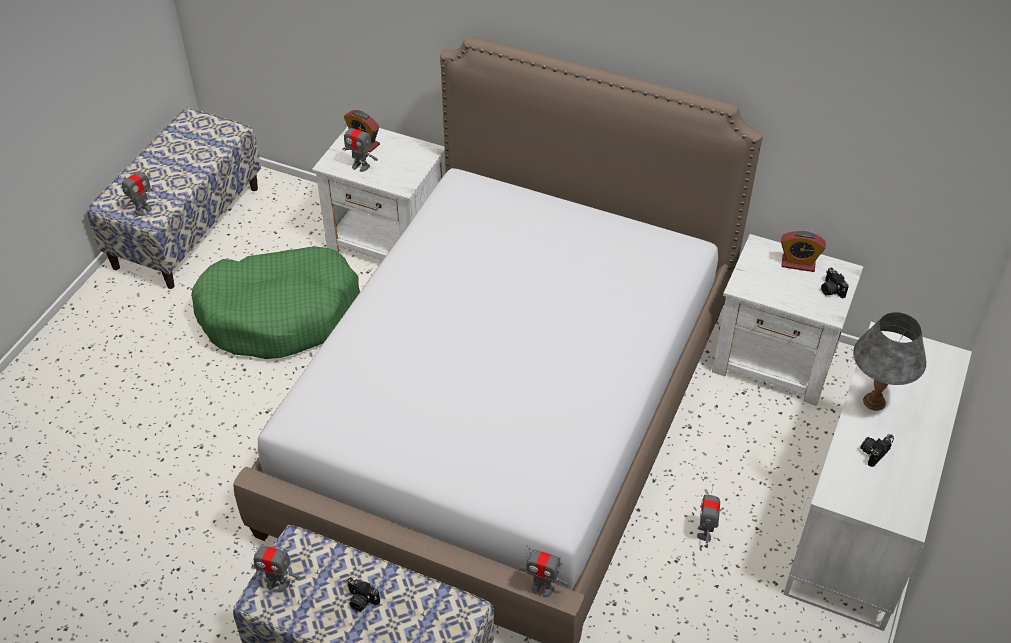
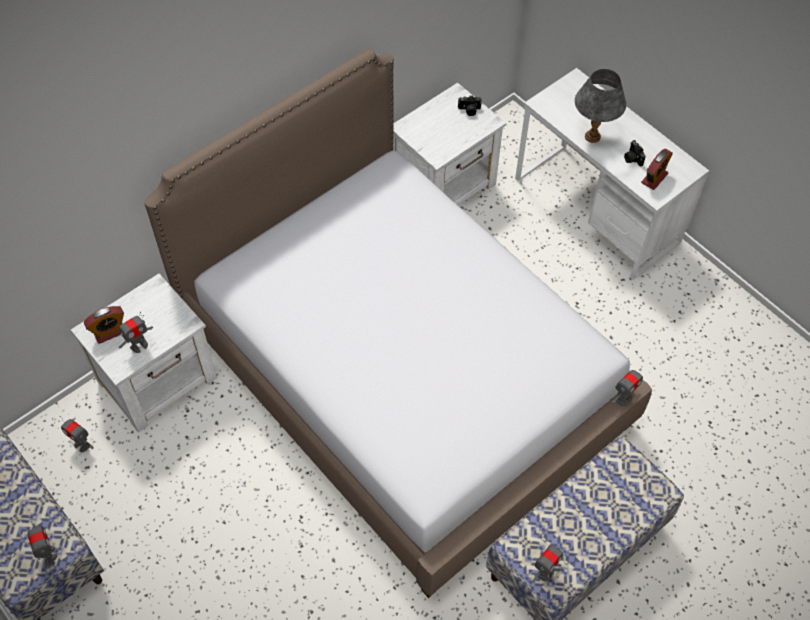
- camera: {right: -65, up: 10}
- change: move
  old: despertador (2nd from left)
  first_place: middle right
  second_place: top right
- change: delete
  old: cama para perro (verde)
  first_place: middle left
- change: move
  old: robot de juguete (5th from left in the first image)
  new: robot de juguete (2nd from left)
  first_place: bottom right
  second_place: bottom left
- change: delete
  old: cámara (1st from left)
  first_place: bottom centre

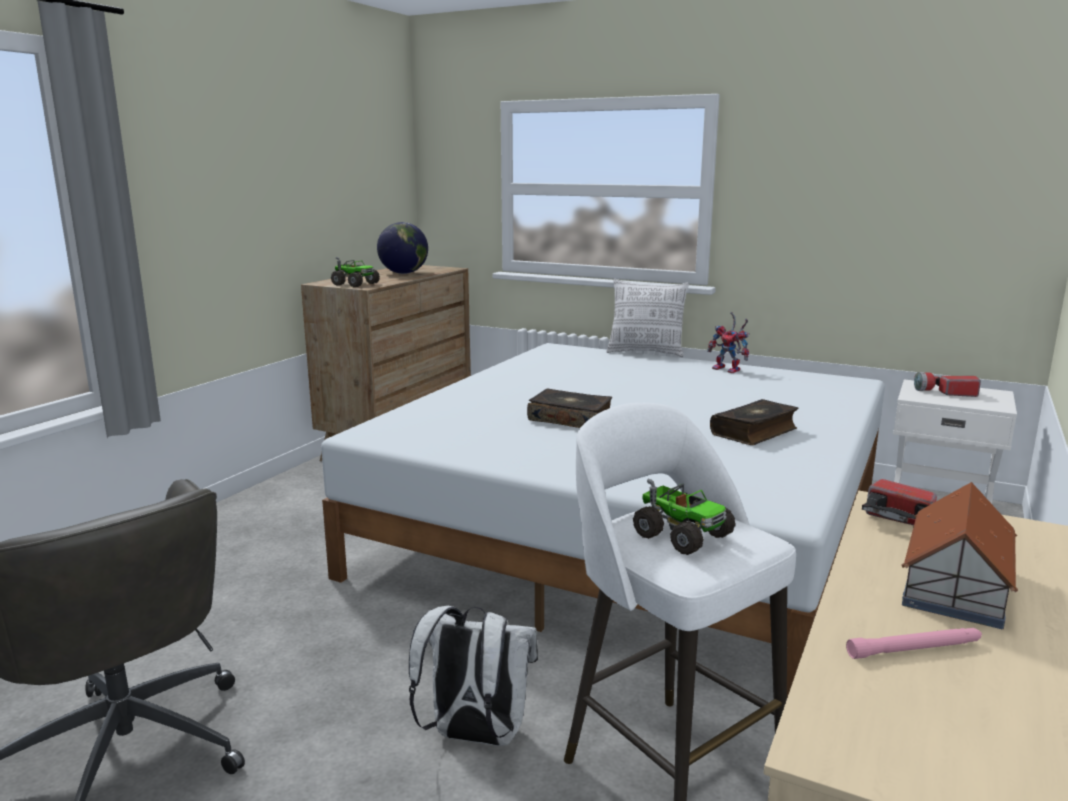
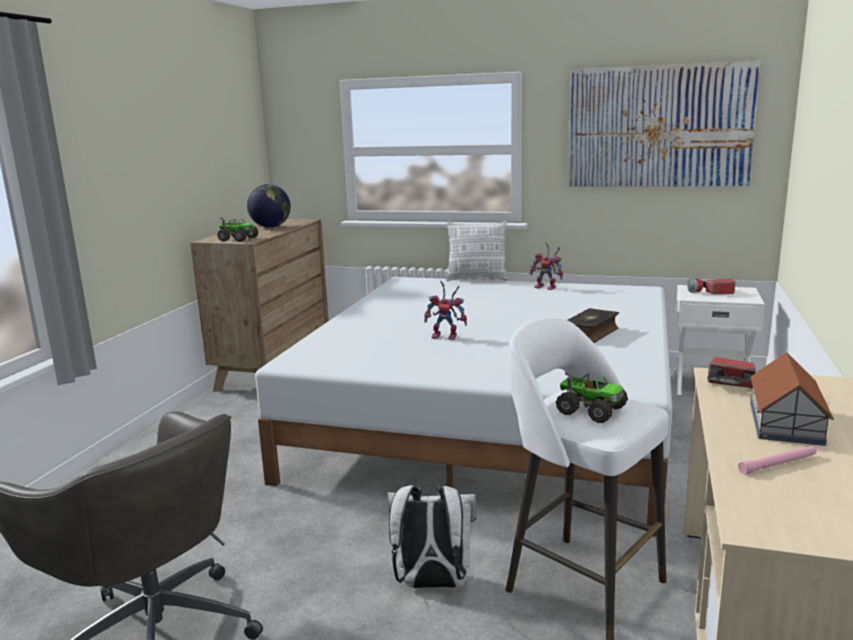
- camera: {right: -10, up: 0}
- change: replace
  old: libro (1st from left)
  new: robot de juguete (1st from left)
  first_place: centre
  second_place: centre
- change: insert
  new: cuadro
  second_place: top right

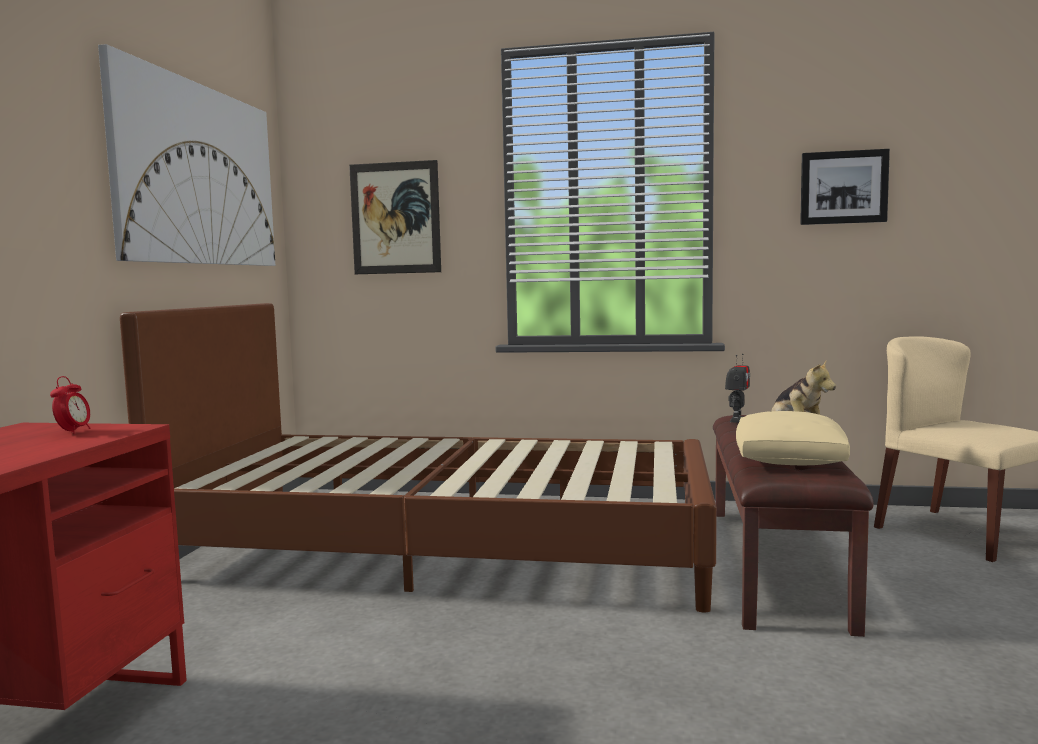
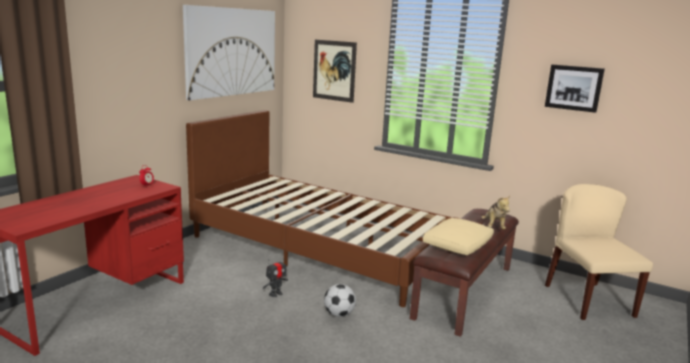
- camera: {right: 20, up: 10}
- change: move
  old: robot de juguete
  first_place: middle right
  second_place: bottom centre
- change: insert
  new: balón de fútbol
  second_place: bottom centre

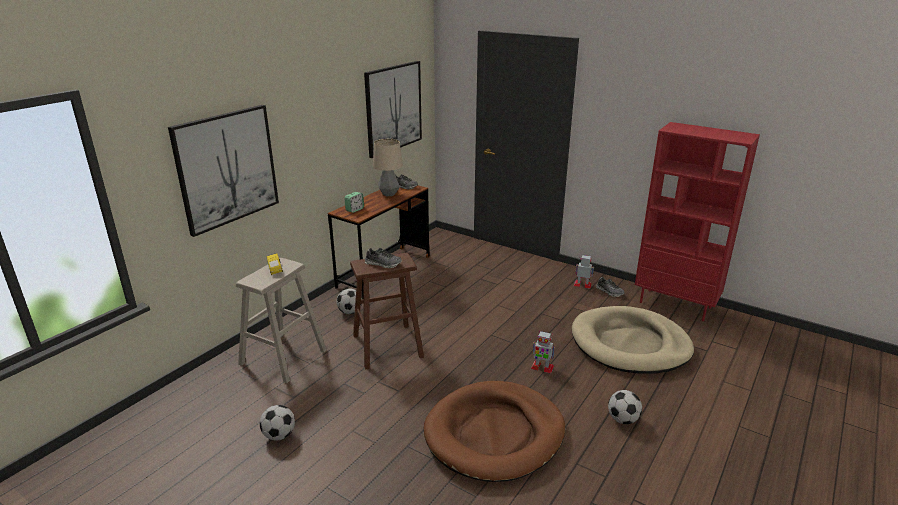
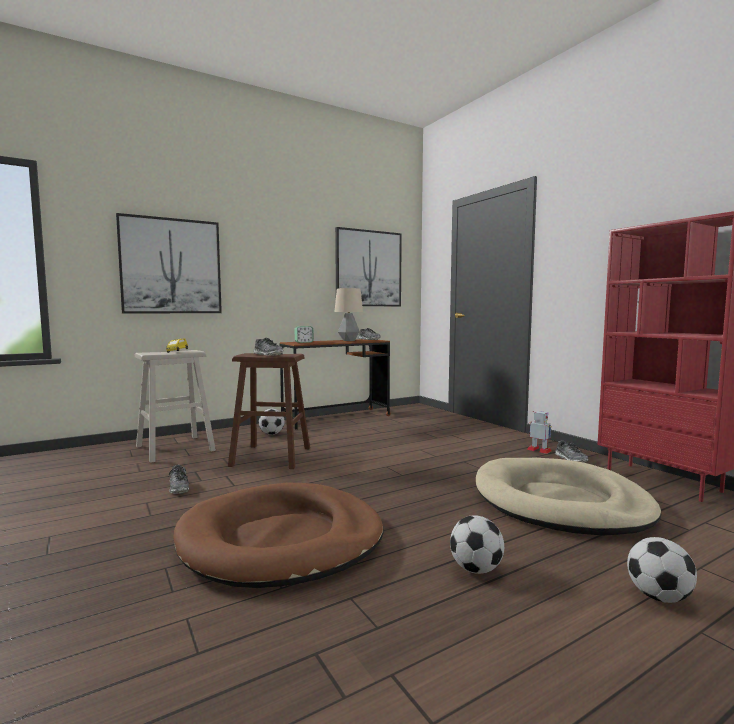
- camera: {right: 25, up: -20}
- change: delete
  old: robot de juguete (1st from left)
  first_place: bottom centre
- change: move
  old: balón de fútbol (1st from left in the first image)
  new: balón de fútbol (3rd from left)
  first_place: bottom left
  second_place: bottom right
- change: insert
  new: zapato (1st from left)
  second_place: middle left

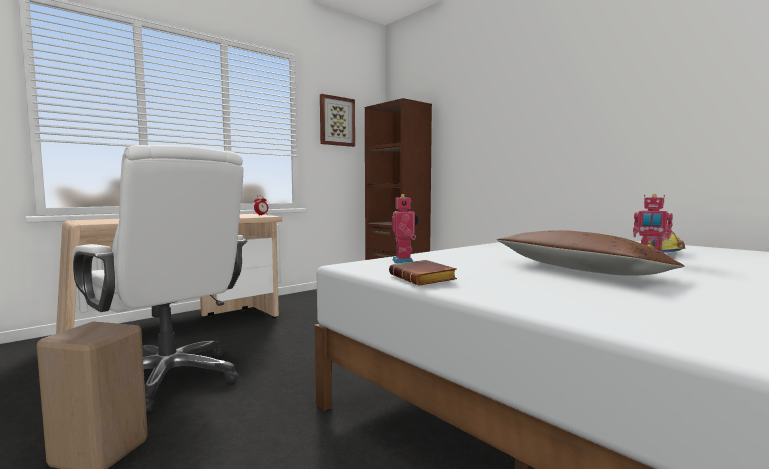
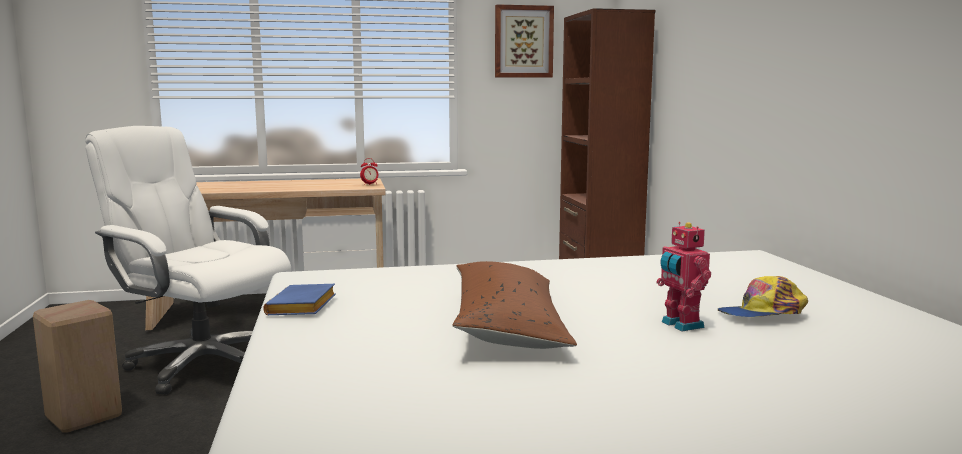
- camera: {right: 30, up: 5}
- change: rotate
  old: silla de oficina (blanco)
  first_place: middle left
  second_place: middle left
  degrees: 135
- change: delete
  old: robot de juguete (1st from left)
  first_place: centre
- change: recolor
  old: libro (marrón)
  new: libro (azul)
  first_place: centre
  second_place: middle left

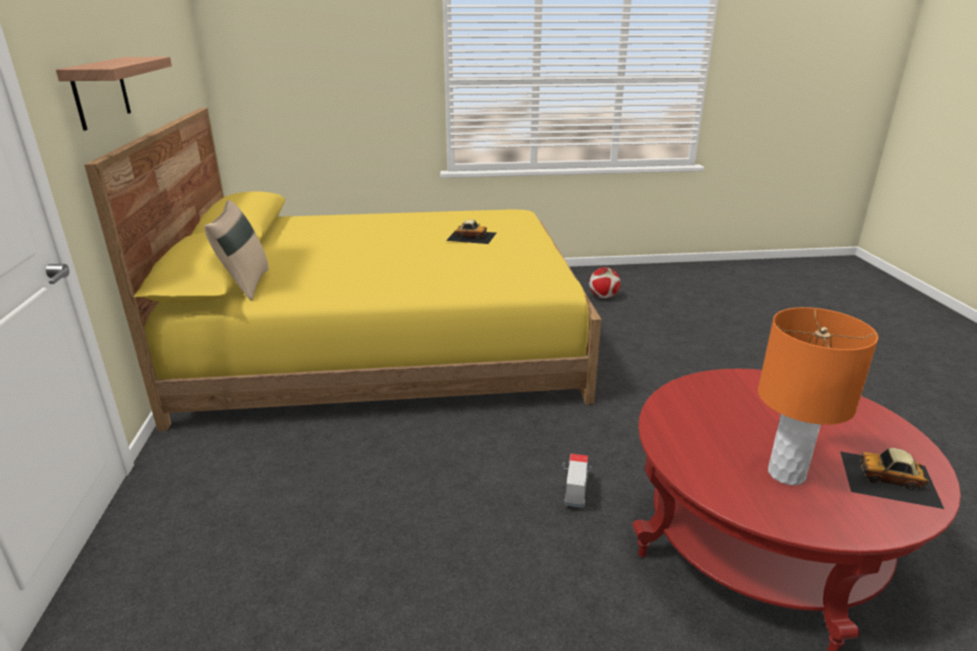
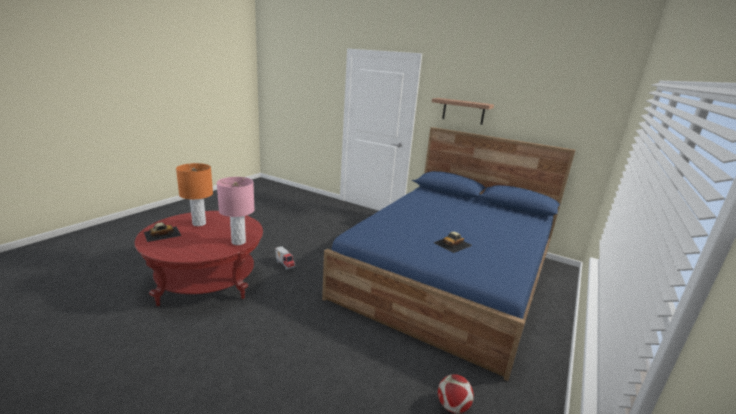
- camera: {right: 125, up: -5}
- change: recolor
  old: cama (amarillo)
  new: cama (azul)
  first_place: centre
  second_place: centre
- change: delete
  old: cojín (beis)
  first_place: middle left
- change: insert
  new: lámpara de mesa (rosa)
  second_place: middle left

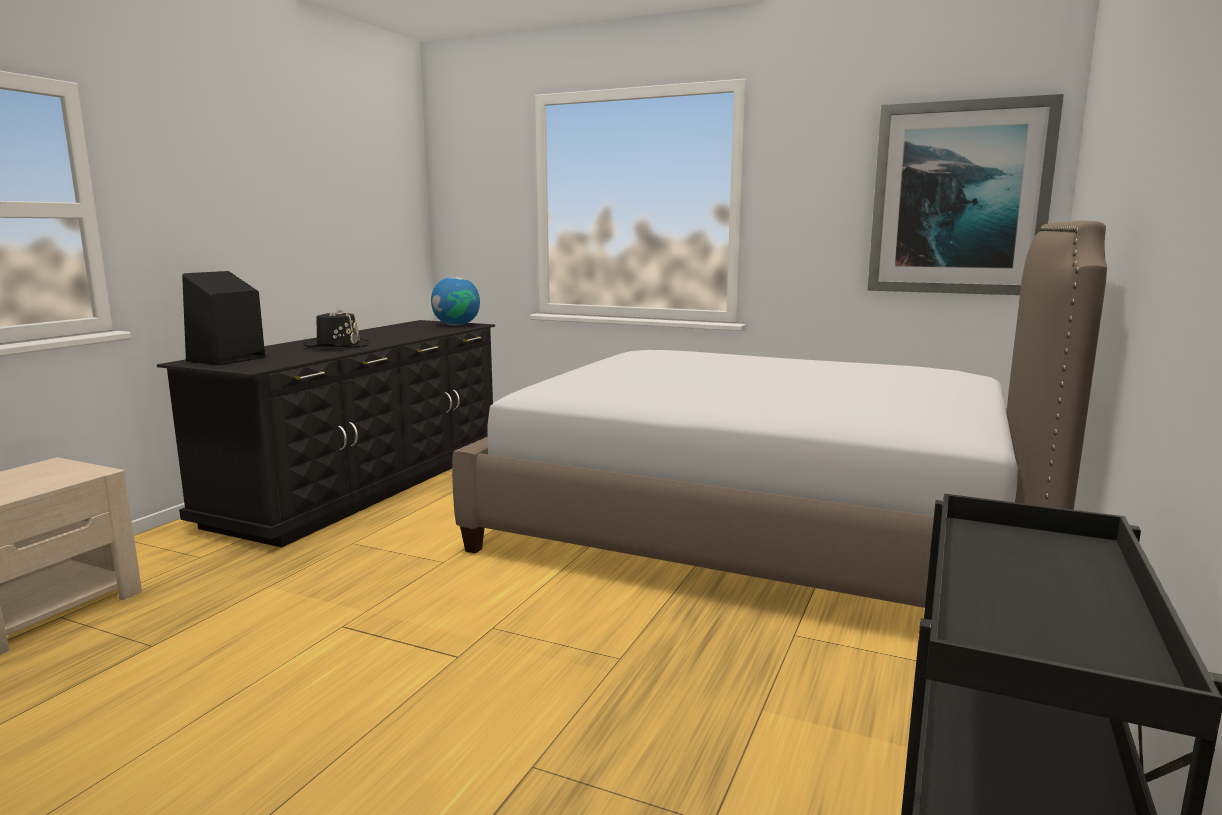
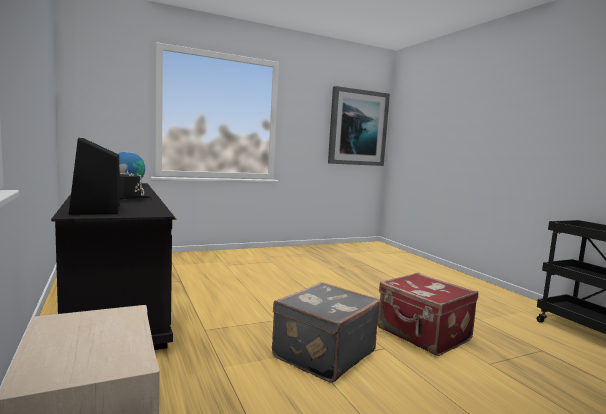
- camera: {right: -50, up: -5}
- change: delete
  old: cama
  first_place: centre
- change: insert
  new: maleta (rojo)
  second_place: bottom right
- change: insert
  new: maleta (gris)
  second_place: bottom centre

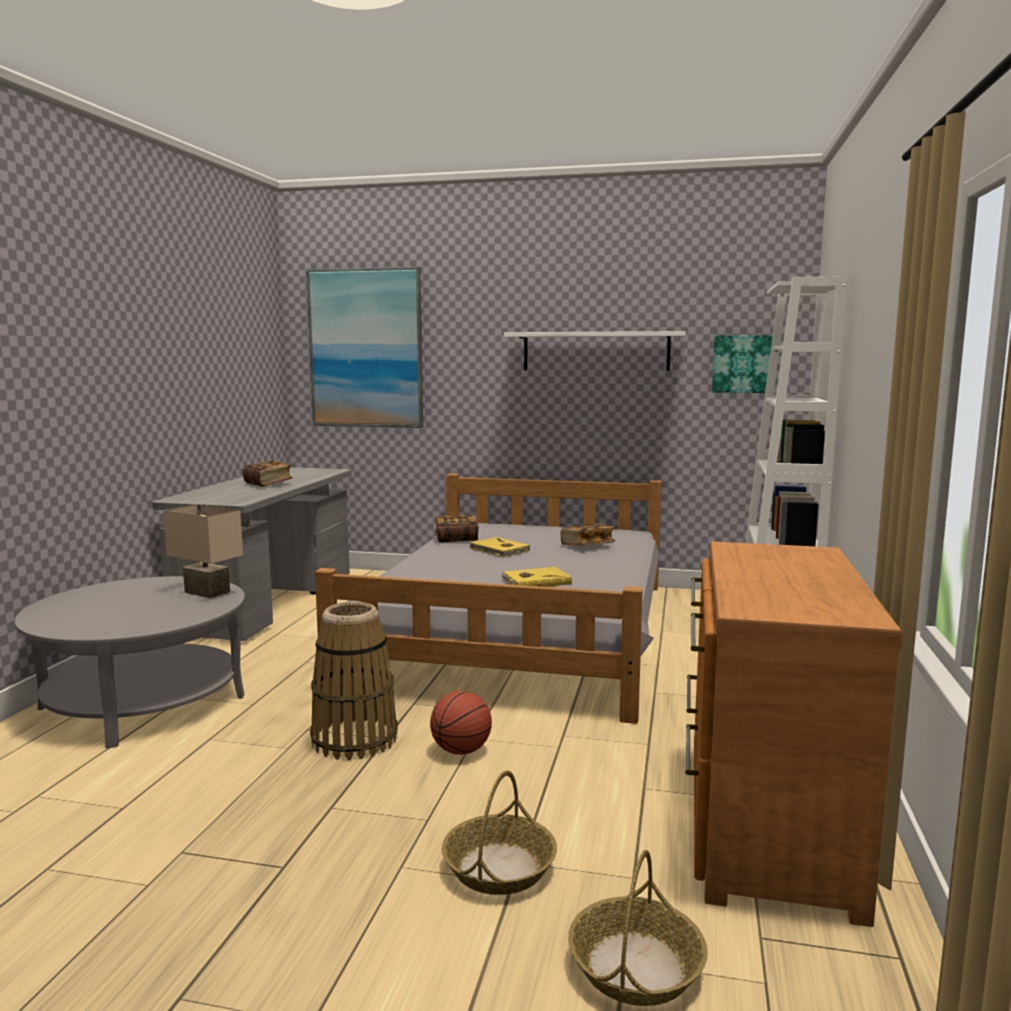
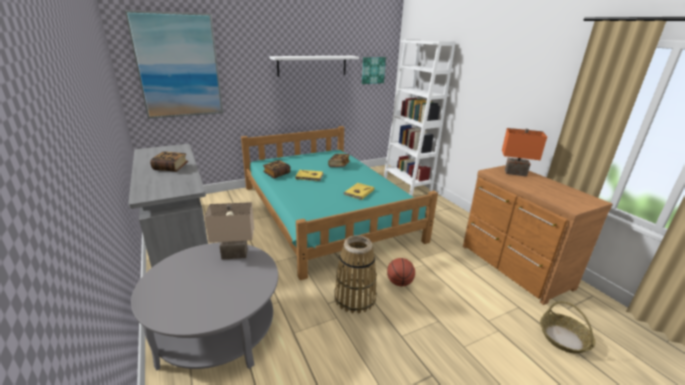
- camera: {right: -40, up: 15}
- change: recolor
  old: cama (gris)
  new: cama (turquesa)
  first_place: centre
  second_place: centre
- change: delete
  old: cesta (2nd from left)
  first_place: bottom centre
- change: insert
  new: lámpara de mesa (naranja)
  second_place: middle right

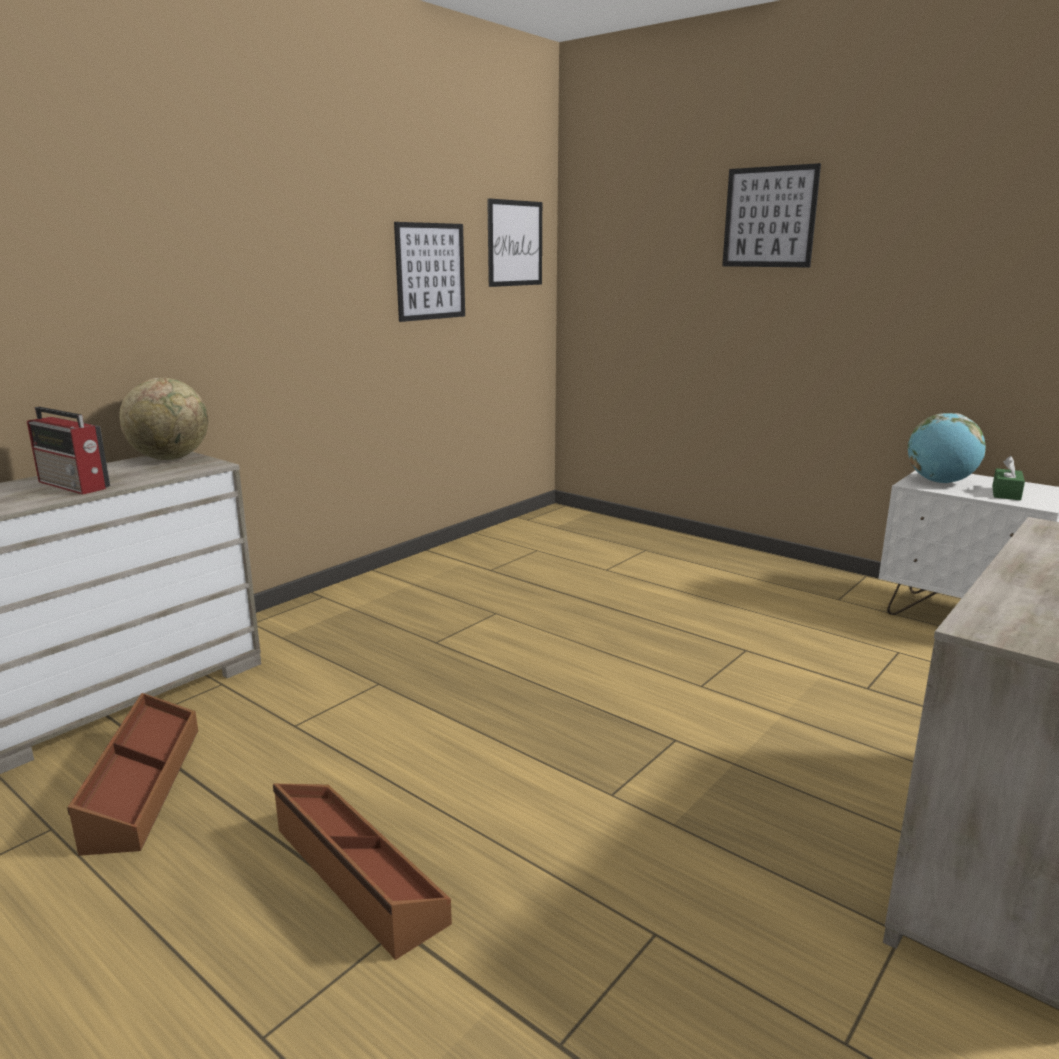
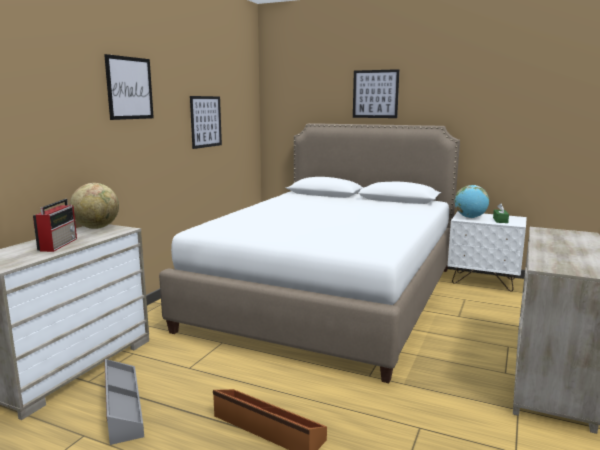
- camera: {right: -15, up: -5}
- change: move
  old: cuadro (2nd from left in the first image)
  new: cuadro (1st from left)
  first_place: top centre
  second_place: top left
- change: rotate
  old: radio
  first_place: middle left
  second_place: middle left
  degrees: -105
- change: recolor
  old: caja de almacenaje (marrón) (1st from left)
  new: caja de almacenaje (gris)
  first_place: bottom left
  second_place: bottom left
- change: insert
  new: cama (blanco)
  second_place: centre

